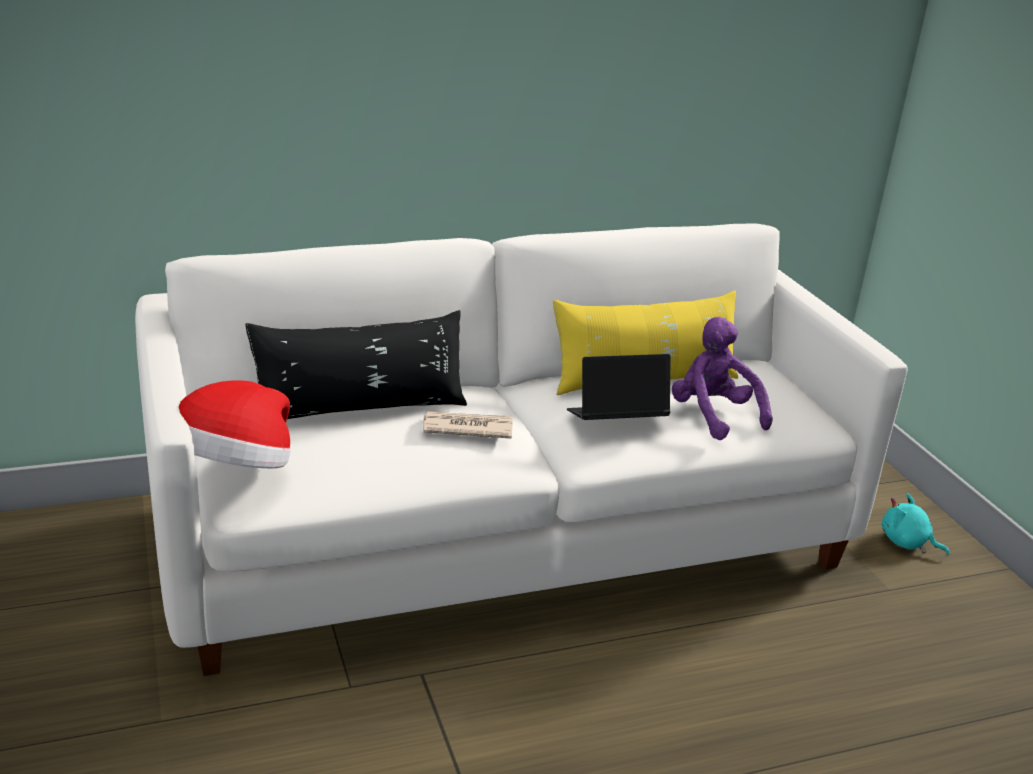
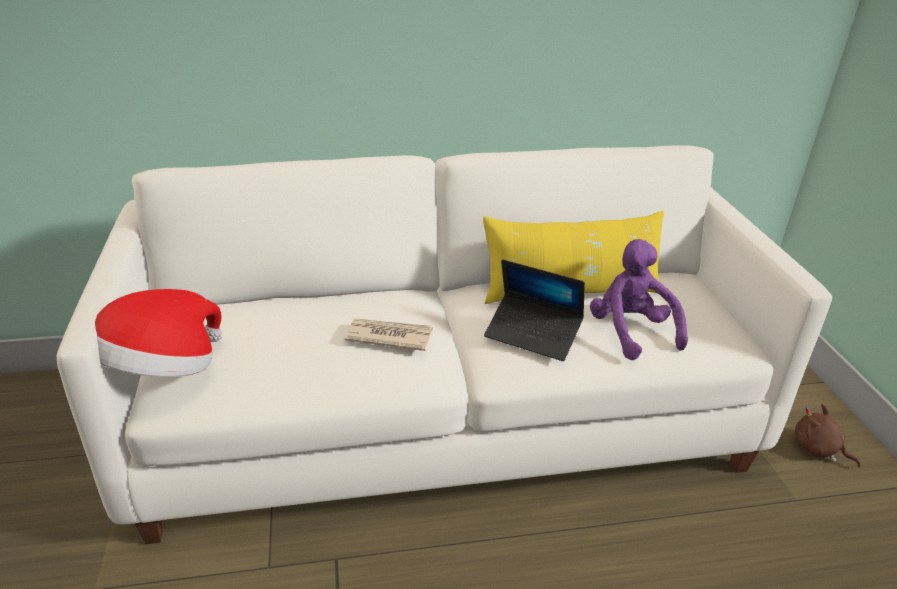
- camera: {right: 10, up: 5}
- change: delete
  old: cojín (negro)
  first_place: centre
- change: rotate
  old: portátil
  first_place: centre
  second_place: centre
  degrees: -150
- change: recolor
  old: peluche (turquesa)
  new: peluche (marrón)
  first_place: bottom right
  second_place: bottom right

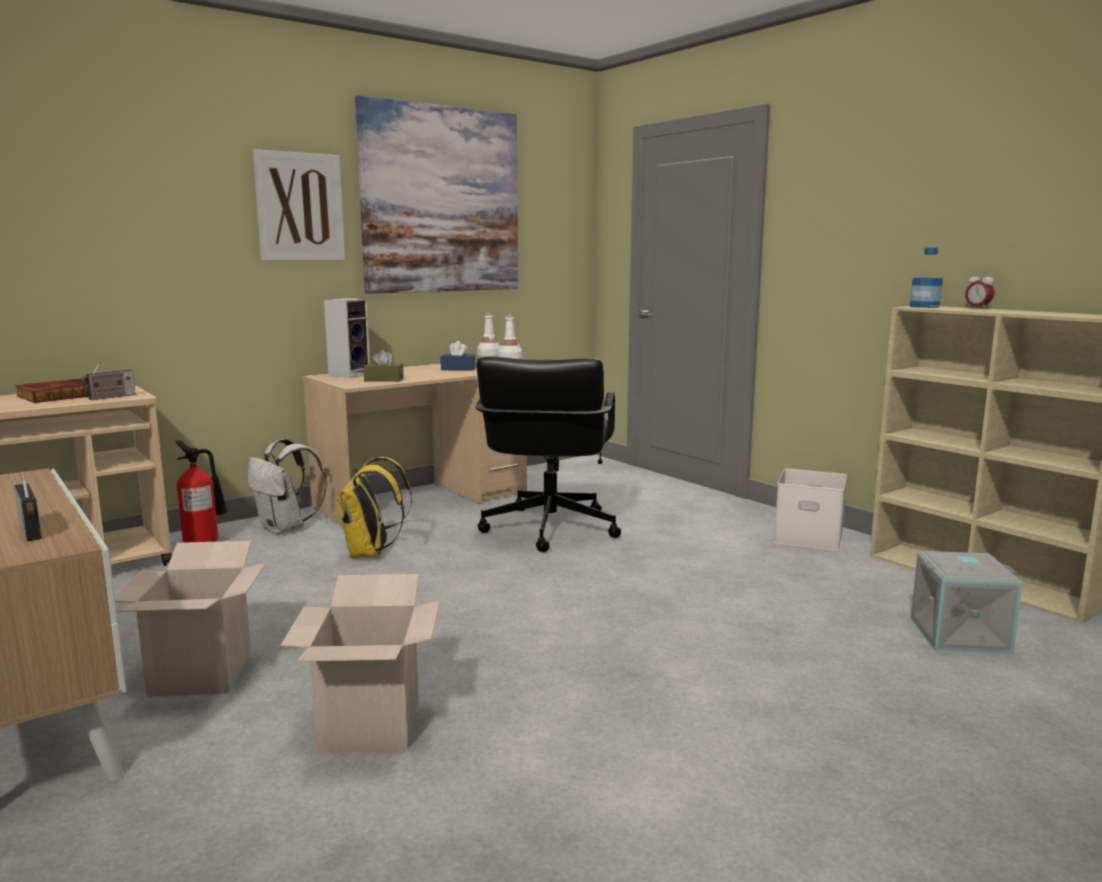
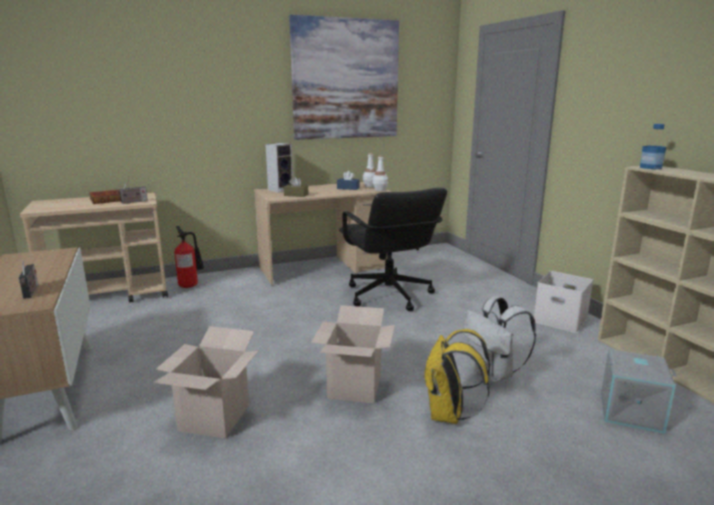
- camera: {right: 15, up: 5}
- change: delete
  old: cuadro (1st from left)
  first_place: top left
- change: delete
  old: despertador
  first_place: top right
- change: rotate
  old: silla de oficina (negro)
  first_place: centre
  second_place: centre
  degrees: -45
- change: move
  old: mochila (blanco)
  first_place: middle left
  second_place: bottom right
- change: move
  old: mochila (amarillo)
  first_place: centre
  second_place: bottom centre
- change: move
  old: caja de cartón (1st from left in the first image)
  new: caja de cartón (2nd from left)
  first_place: bottom left
  second_place: bottom centre

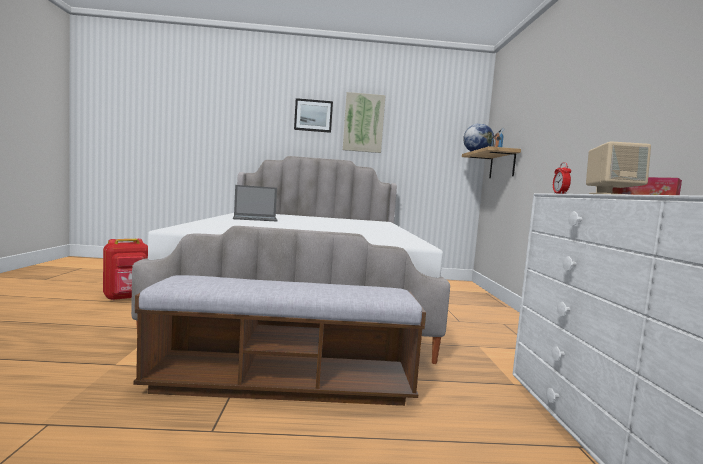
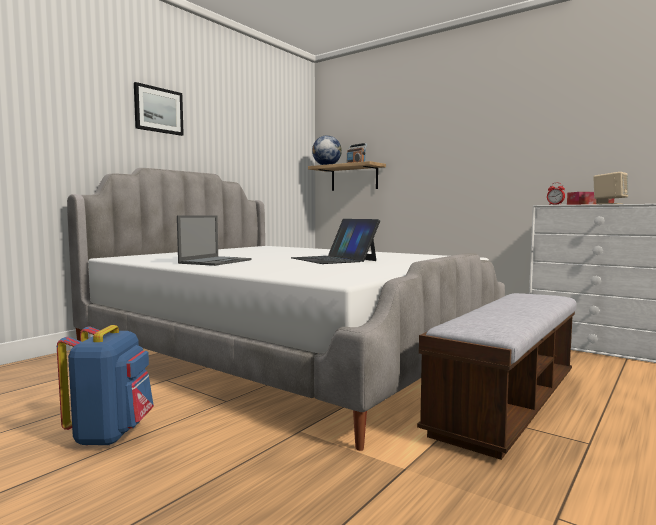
- camera: {right: -50, up: 0}
- change: delete
  old: cuadro (2nd from left)
  first_place: top centre
- change: recolor
  old: mochila (rojo)
  new: mochila (azul)
  first_place: middle left
  second_place: bottom left
- change: insert
  new: portátil (2nd from left)
  second_place: centre

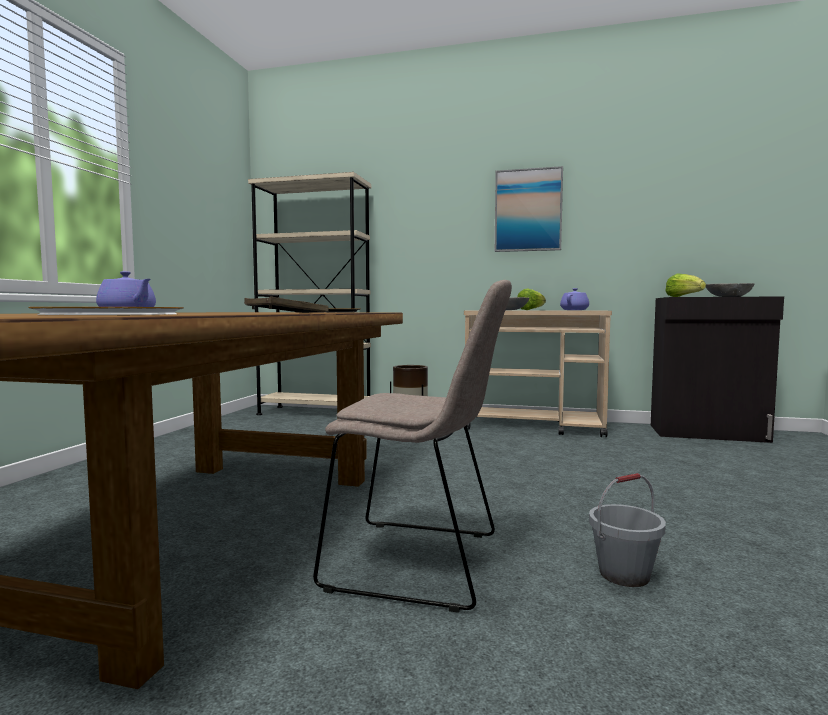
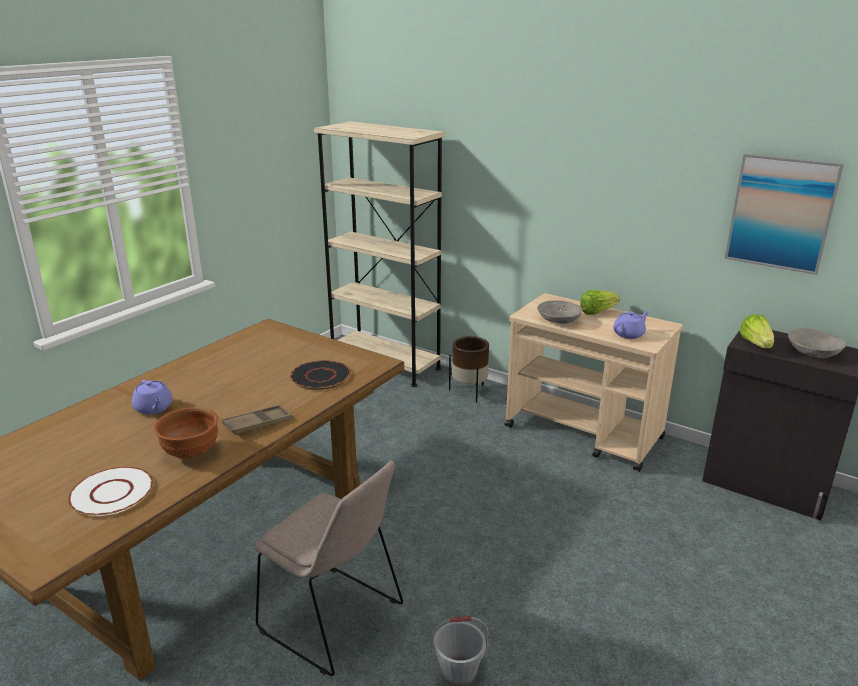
- camera: {right: 20, up: 20}
- change: move
  old: cuadro
  first_place: top centre
  second_place: top right
- change: insert
  new: cuenco (marrón)
  second_place: middle left

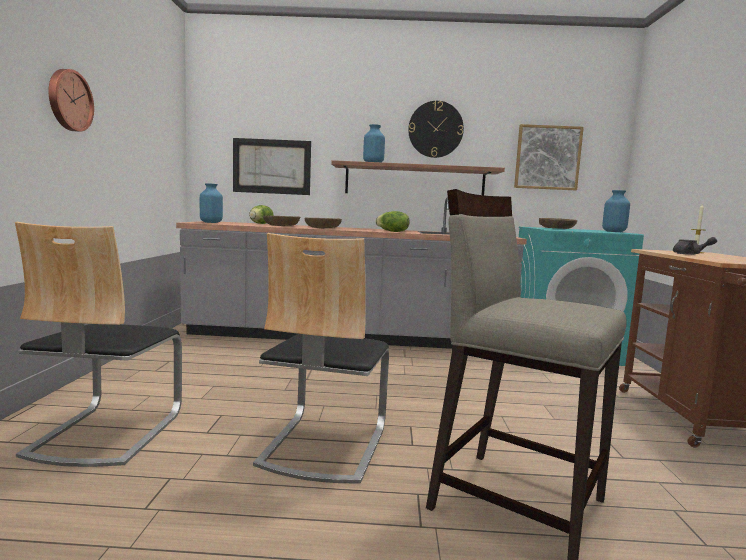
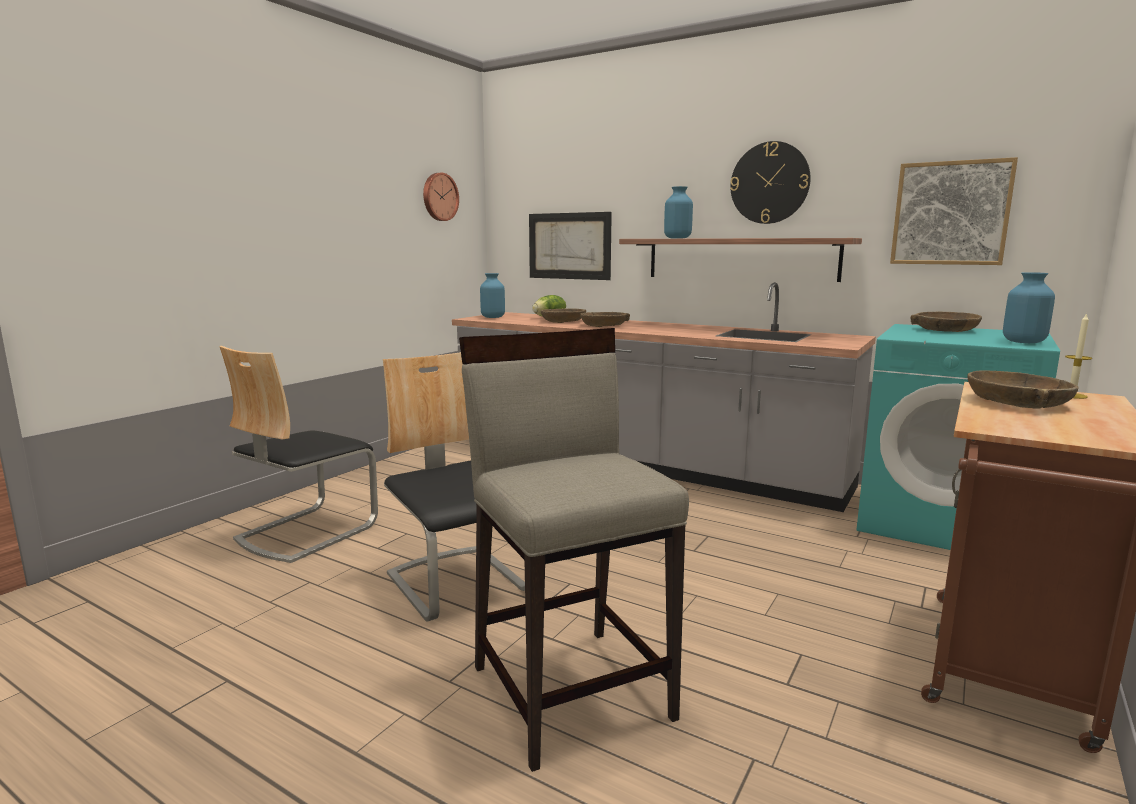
- camera: {right: 30, up: 5}
- change: move
  old: reloj de pared (1st from left)
  first_place: top left
  second_place: top centre
- change: delete
  old: lechuga (2nd from left)
  first_place: centre
- change: rotate
  old: silla (2nd from left)
  first_place: centre
  second_place: centre
  degrees: 105
- change: replace
  old: tetera (gris)
  new: cuenco (marrón) (4th from left)
  first_place: middle right
  second_place: middle right

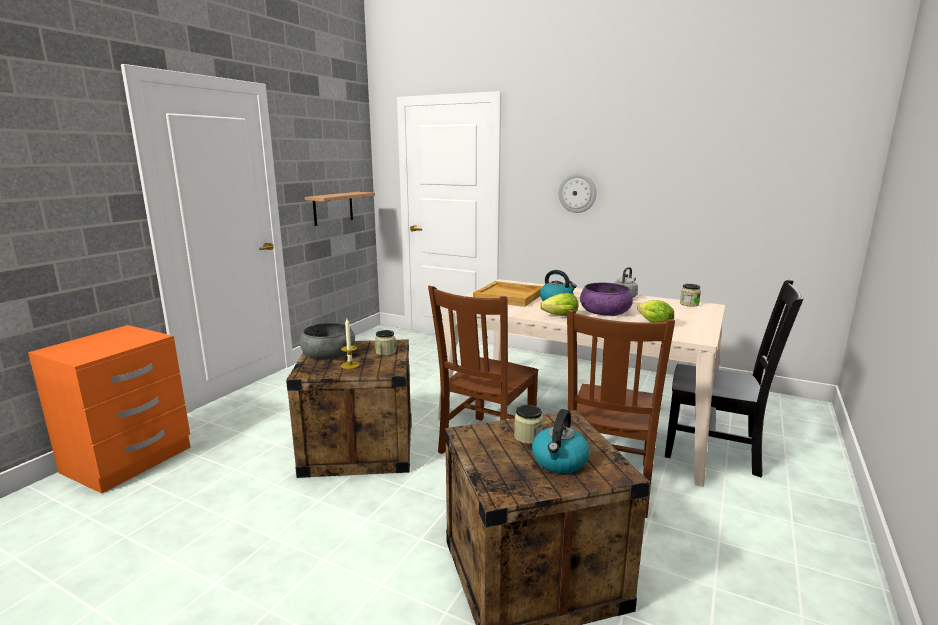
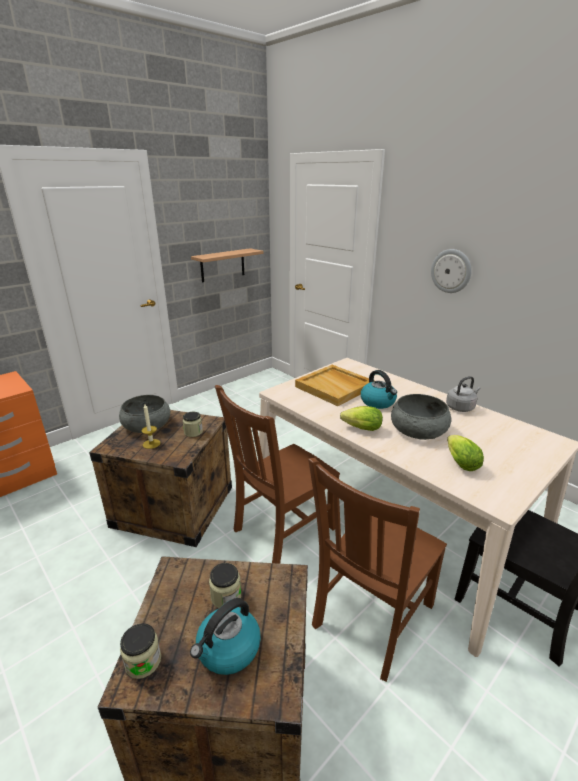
- camera: {right: 20, up: 10}
- change: recolor
  old: cuenco (morado)
  new: cuenco (gris) (2nd from left)
  first_place: centre
  second_place: middle right
- change: move
  old: tarro (3rd from left in the first image)
  new: tarro (1st from left)
  first_place: middle right
  second_place: bottom left

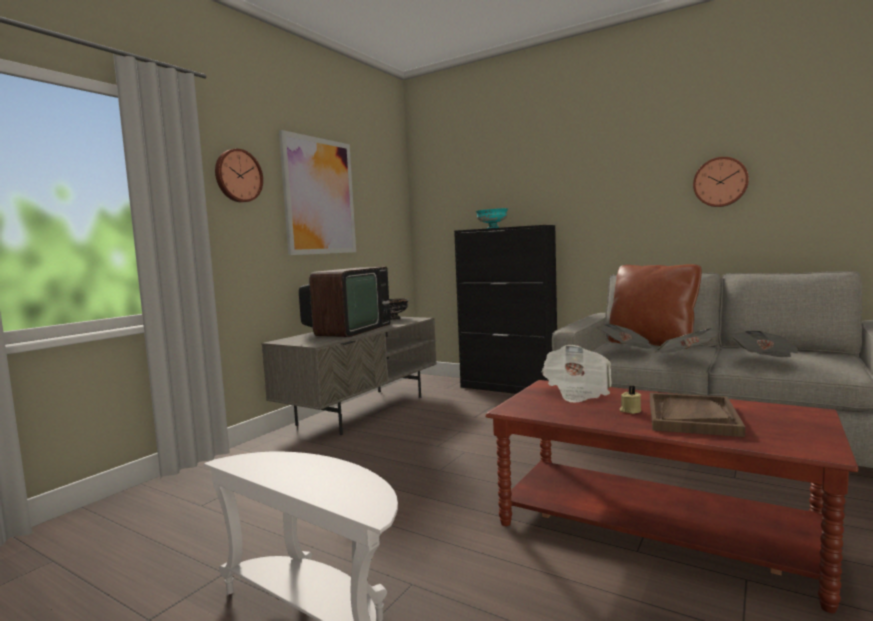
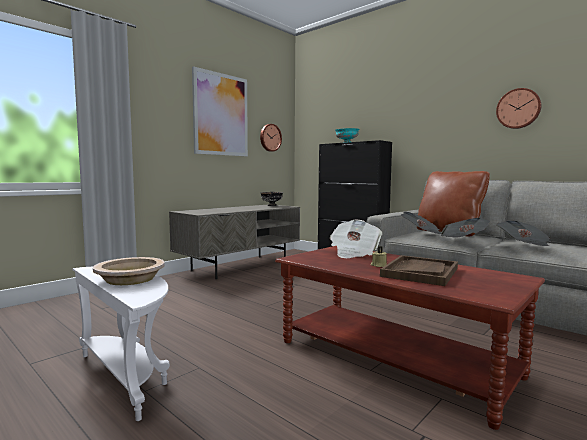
- camera: {right: 10, up: 0}
- change: move
  old: reloj de pared (1st from left)
  first_place: top left
  second_place: top centre
- change: delete
  old: televisor
  first_place: centre
- change: insert
  new: cuenco (beis)
  second_place: middle left

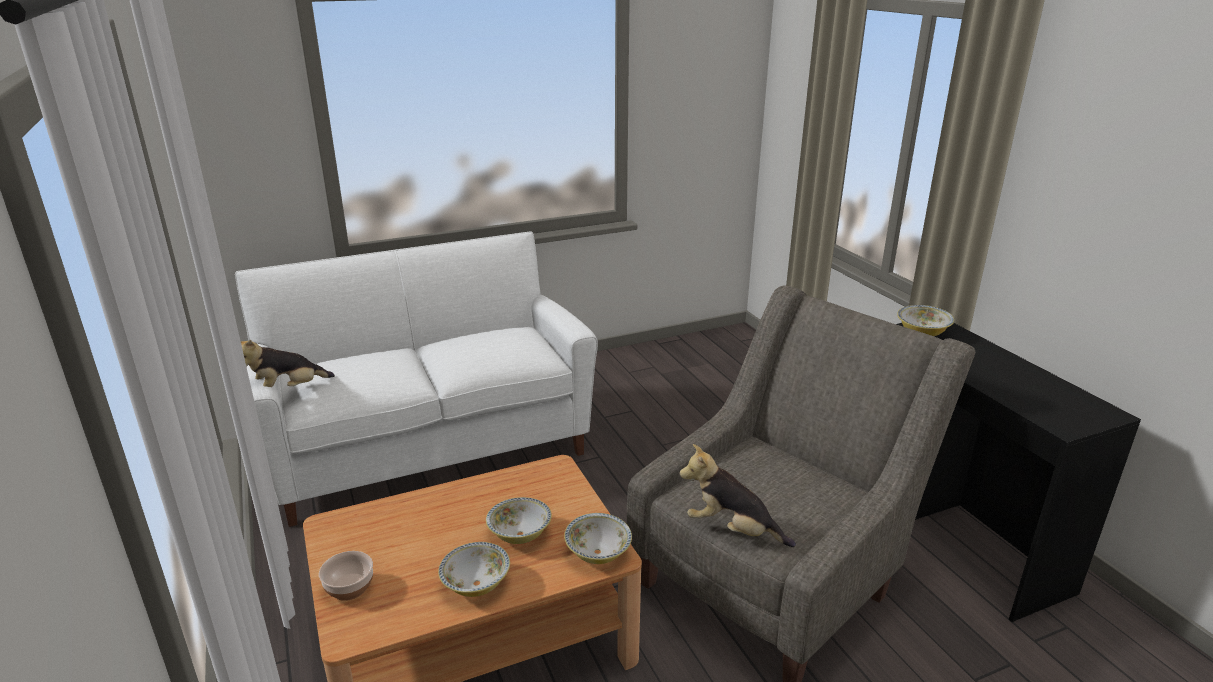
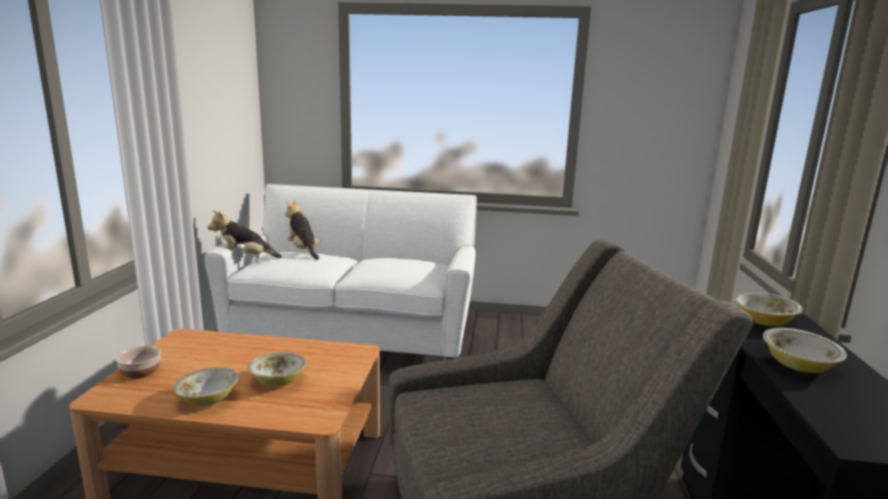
- camera: {right: 30, up: -10}
- change: move
  old: peluche (2nd from left)
  first_place: bottom centre
  second_place: centre
- change: move
  old: cuenco (4th from left in the first image)
  new: cuenco (5th from left)
  first_place: bottom centre
  second_place: bottom right

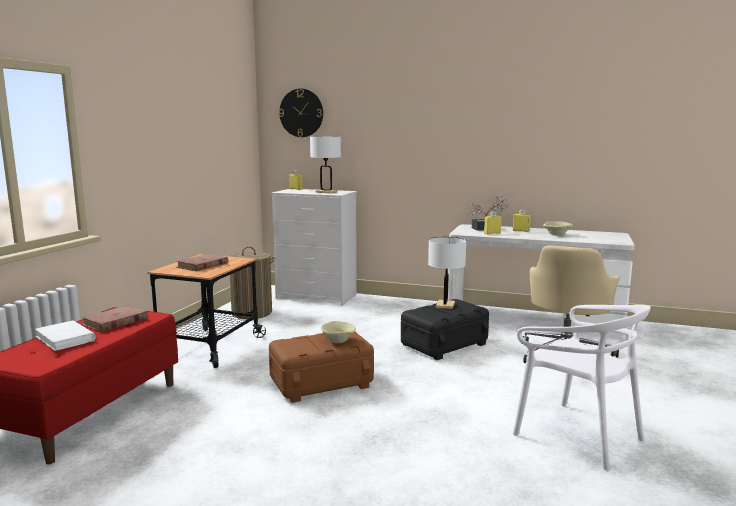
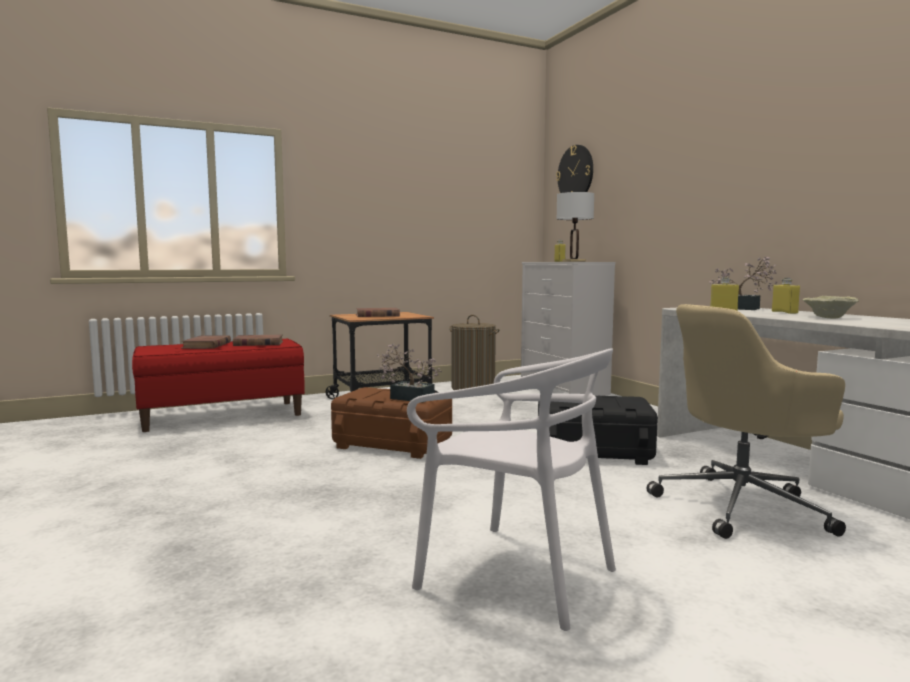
- camera: {right: 45, up: -5}
- change: delete
  old: lámpara de mesa (blanco) (2nd from left)
  first_place: centre
- change: rotate
  old: silla (blanco)
  first_place: bottom right
  second_place: bottom centre
  degrees: -60
- change: recolor
  old: libro (blanco)
  new: libro (marrón) (1st from left)
  first_place: middle left
  second_place: middle left
- change: replace
  old: cuenco (beis) (1st from left)
  new: planta en maceta (1st from left)
  first_place: centre
  second_place: centre

